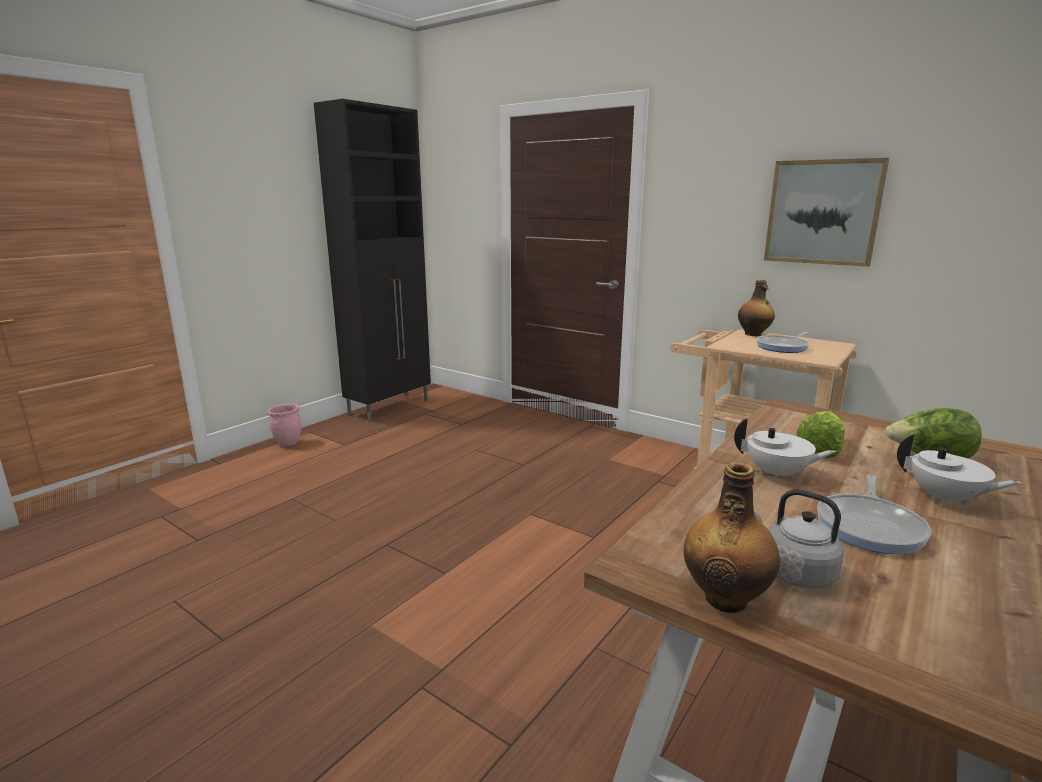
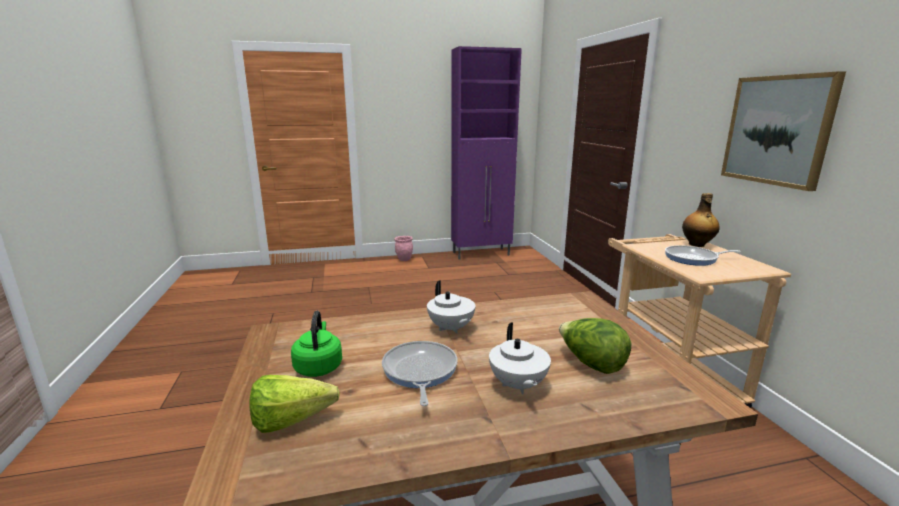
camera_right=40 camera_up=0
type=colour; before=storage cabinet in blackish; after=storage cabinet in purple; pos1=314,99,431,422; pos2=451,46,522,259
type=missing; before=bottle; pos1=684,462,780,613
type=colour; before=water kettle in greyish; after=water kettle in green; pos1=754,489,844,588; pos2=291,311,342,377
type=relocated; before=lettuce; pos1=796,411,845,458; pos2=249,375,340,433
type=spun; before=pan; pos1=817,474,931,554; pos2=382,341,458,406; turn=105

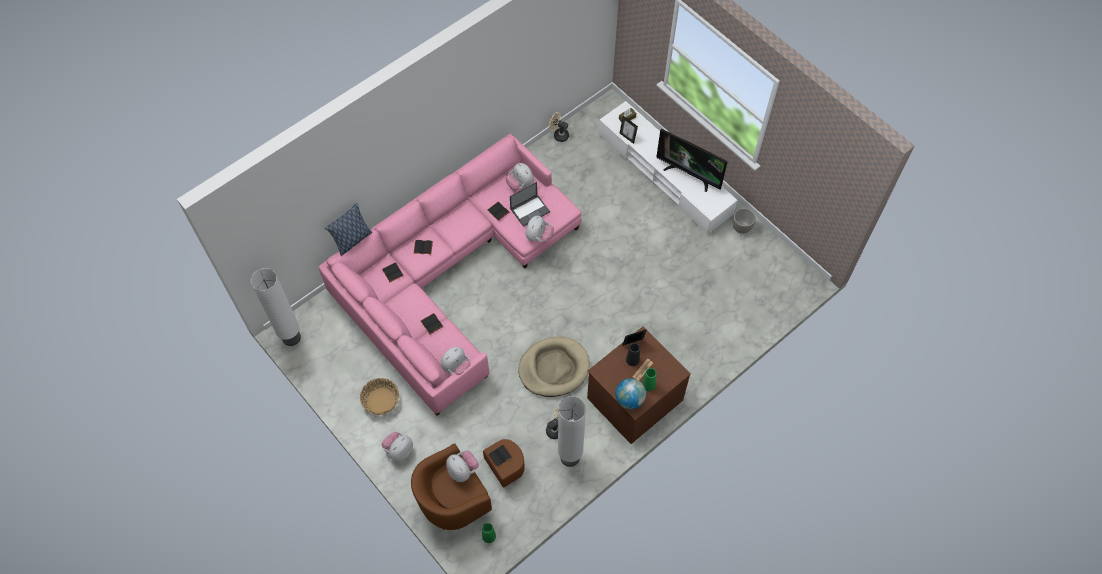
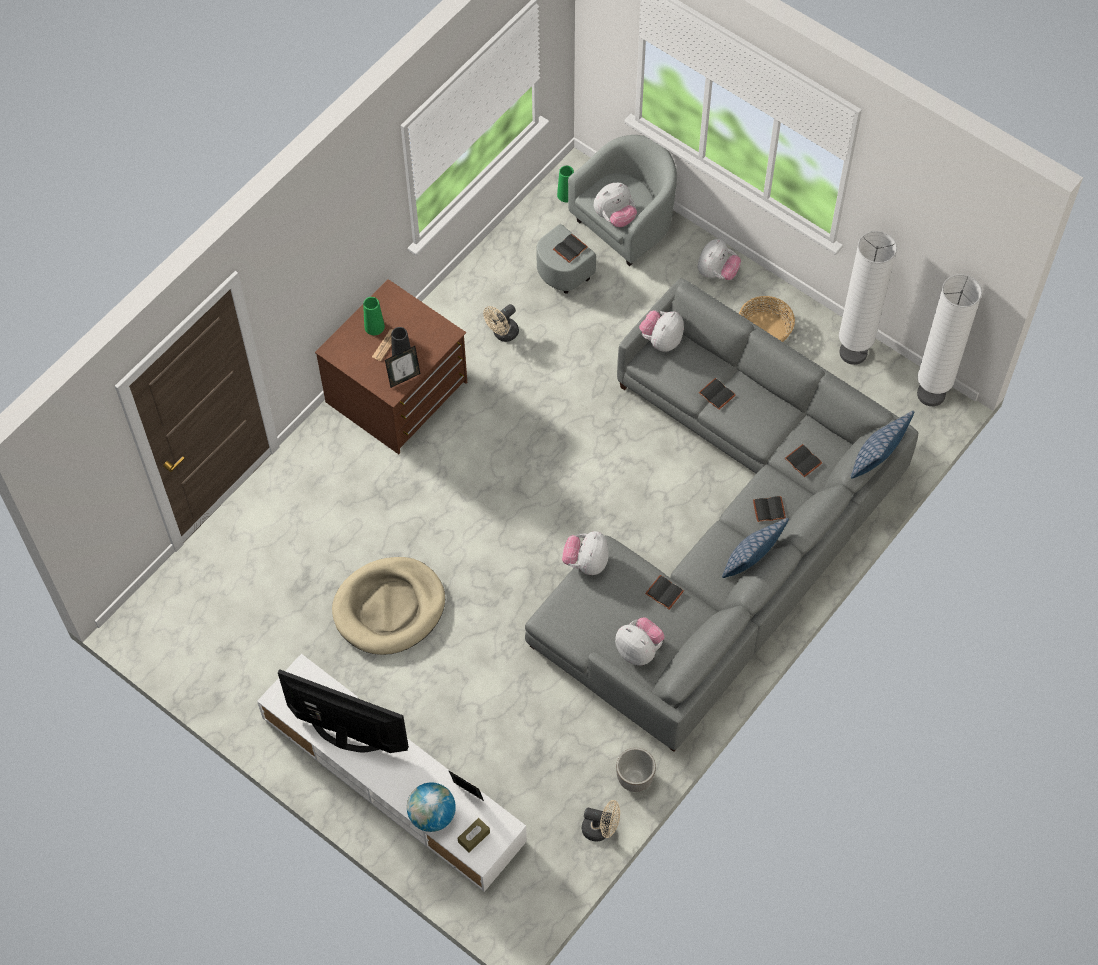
camera_right=170 camera_up=0
type=colour; before=settee in pink-coloured; after=settee in greyish; pos1=319,134,581,416; pos2=525,278,918,752
type=colour; before=easy chair in brown; after=easy chair in greyish; pos1=411,439,525,530; pos2=536,135,677,294
type=spun; before=soft toy; pos1=446,451,479,482; pos2=594,183,637,227; turn=-75
type=missing; before=notebook computer; pos1=510,182,550,227
type=relocated; before=dog bed in sand-coloured; pos1=518,336,590,397; pos2=332,557,445,655
type=relocated; before=floor lamp in white; pos1=558,396,586,467; pos2=839,231,897,365
type=relocated; before=globe; pos1=615,378,646,409; pos2=407,782,456,832
type=relocated; before=flower pot; pos1=733,208,756,234; pos2=616,748,656,792
type=appeared; after=throw pillow; pos2=722,518,789,578

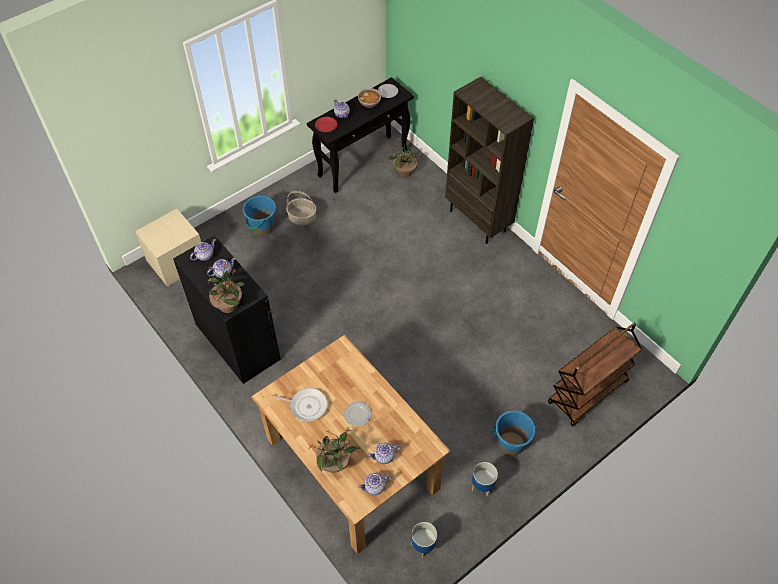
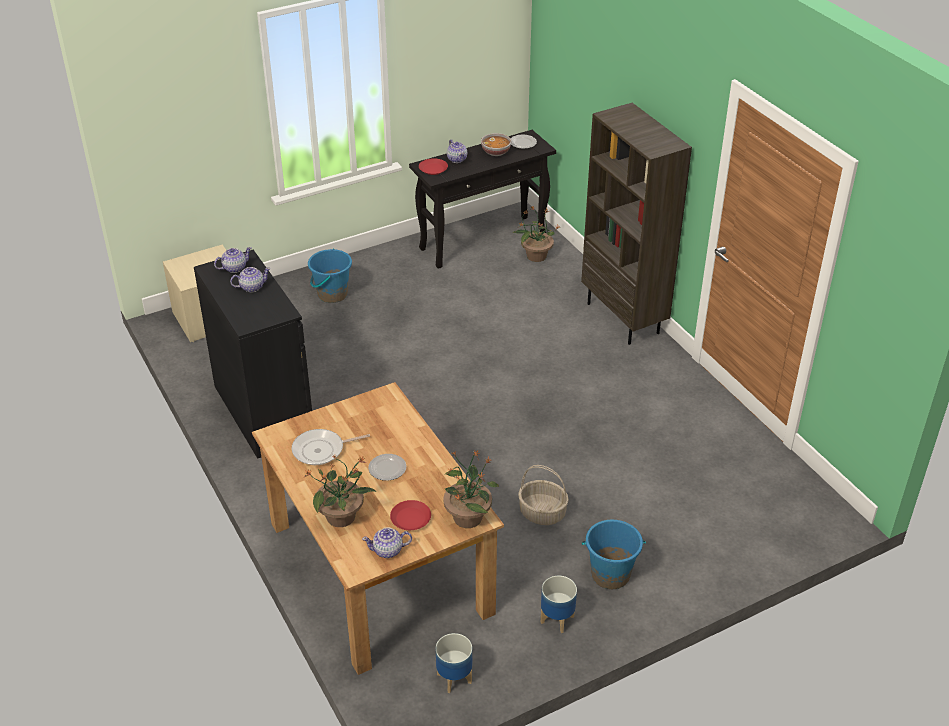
camera_right=10 camera_up=-15
type=relocated; before=houseplant; pos1=208,264,245,313; pos2=443,449,499,528
type=spun; before=pan; pos1=271,388,327,422; pos2=292,429,370,465; turn=135
type=relocated; before=basket; pos1=286,191,317,226; pos2=518,465,569,525
type=exchanged; before=tea pot; after=plate in red; pos1=368,443,401,464; pos2=390,500,431,530
type=missing; before=wheeled cart in brown; pos1=548,323,642,426

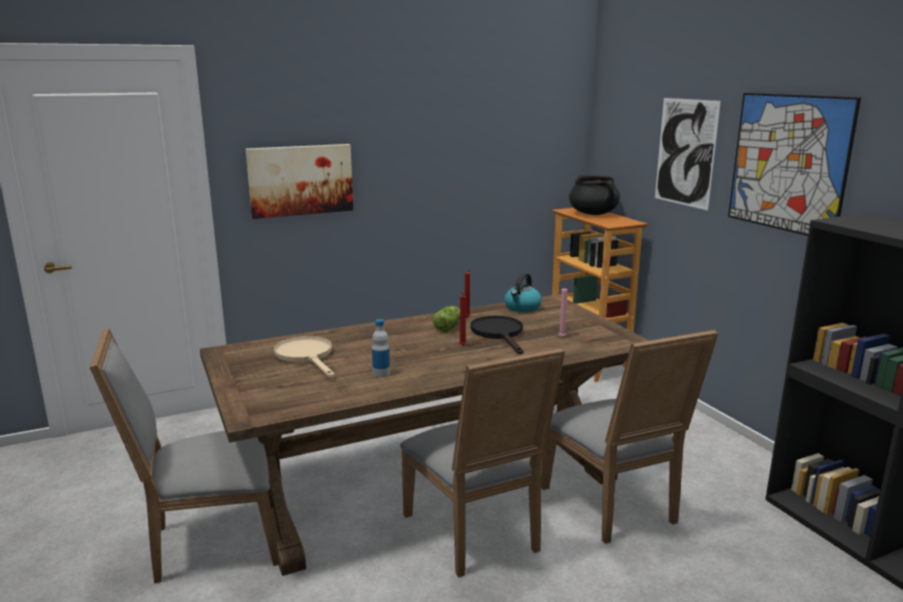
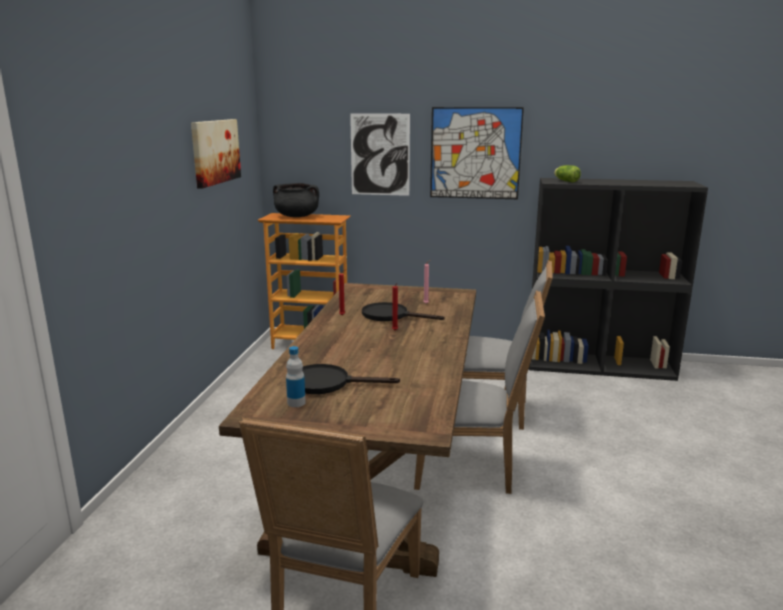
camera_right=-55 camera_up=0
type=relocated; before=picture; pos1=246,144,353,219; pos2=191,119,241,189
type=colour; before=pan in sand-coloured; after=pan in blackish; pos1=274,336,335,378; pos2=302,364,400,394
type=relocated; before=bottle; pos1=372,319,390,377; pos2=286,346,306,407
type=relocated; before=lettuce; pos1=433,306,460,332; pos2=554,165,581,183
type=missing; before=water kettle; pos1=504,273,542,312

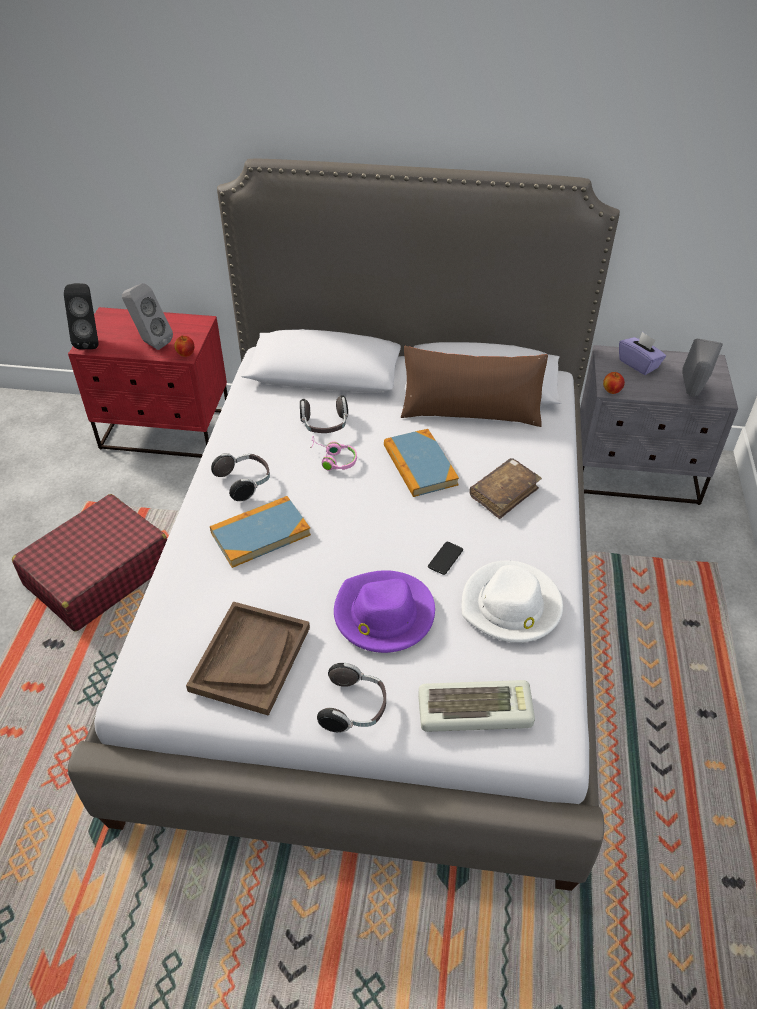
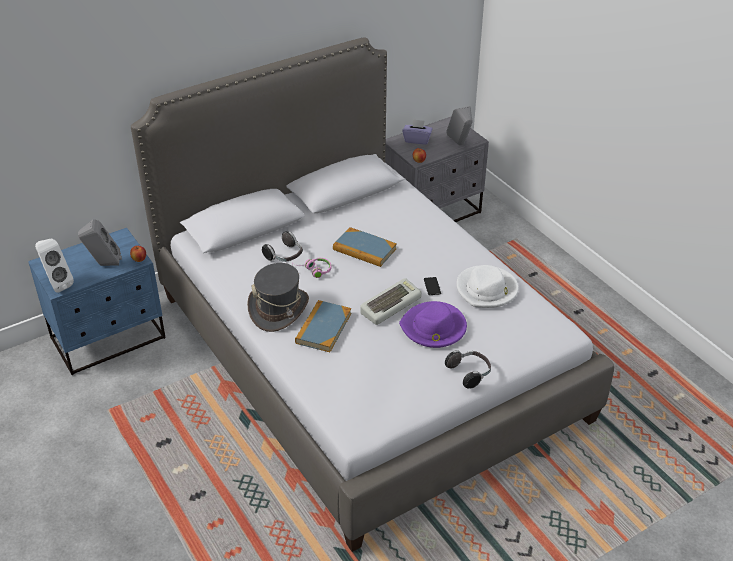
camera_right=-40 camera_up=-5
type=missing; before=suitcase in red; pos1=12,494,167,631
type=colour; before=loudspeaker in blackish; after=loudspeaker in white; pos1=64,283,98,350; pos2=35,238,74,293
type=colour; before=bedside table in red; after=bedside table in blue-coloured; pos1=68,307,228,458; pos2=28,228,165,375
type=missing; before=serving tray in brown; pos1=186,602,310,716
type=exchanged; before=pair of headphones; after=clothing hat in greyish; pos1=211,453,270,501; pos2=247,263,309,332
type=missing; before=throw pillow in brown; pos1=401,346,548,427
type=relocated; before=keyboard; pos1=418,680,535,732; pos2=360,278,422,325
type=missing; before=bound book in brown; pos1=470,458,542,519

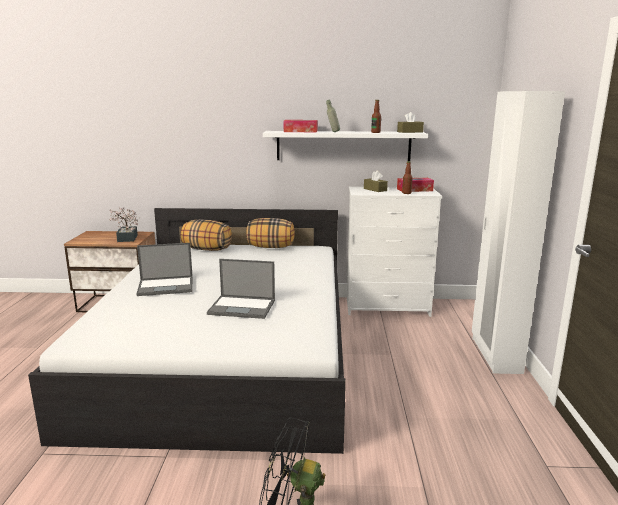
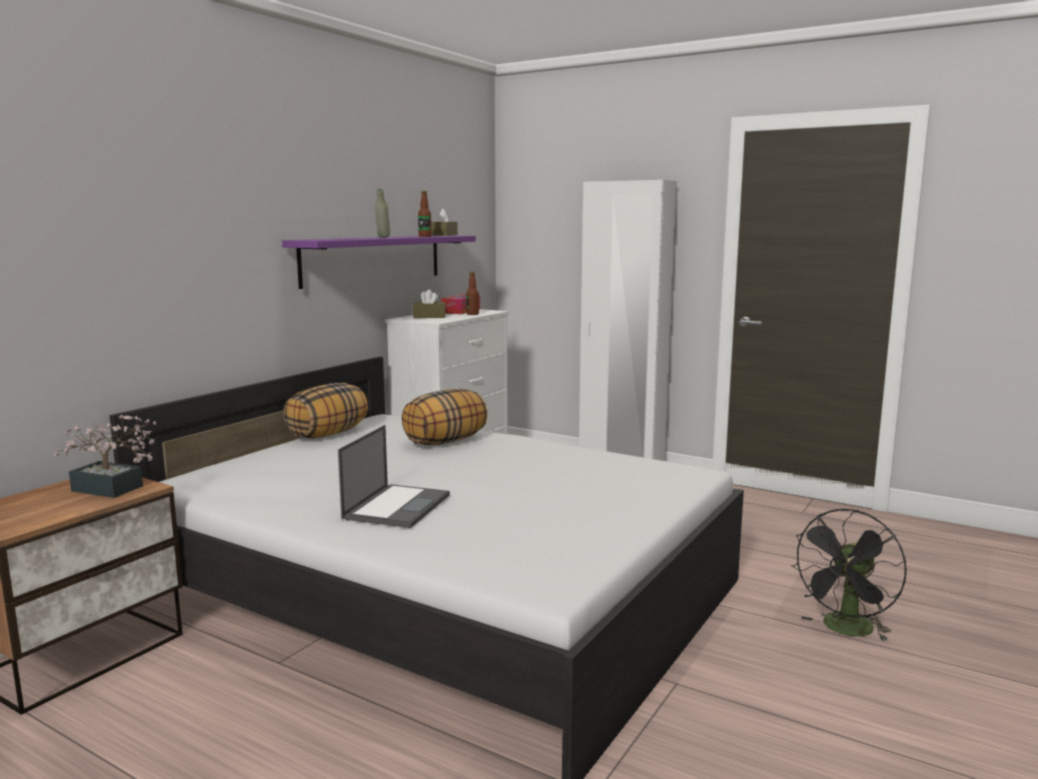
camera_right=-60 camera_up=-5
type=relocated; before=throw pillow; pos1=181,219,232,251; pos2=402,389,488,445
type=missing; before=notebook computer; pos1=207,259,275,319
type=colour; before=wall shelf in white; after=wall shelf in purple; pos1=263,131,428,161; pos2=282,235,476,289
type=missing; before=box of tissues; pos1=284,120,318,132

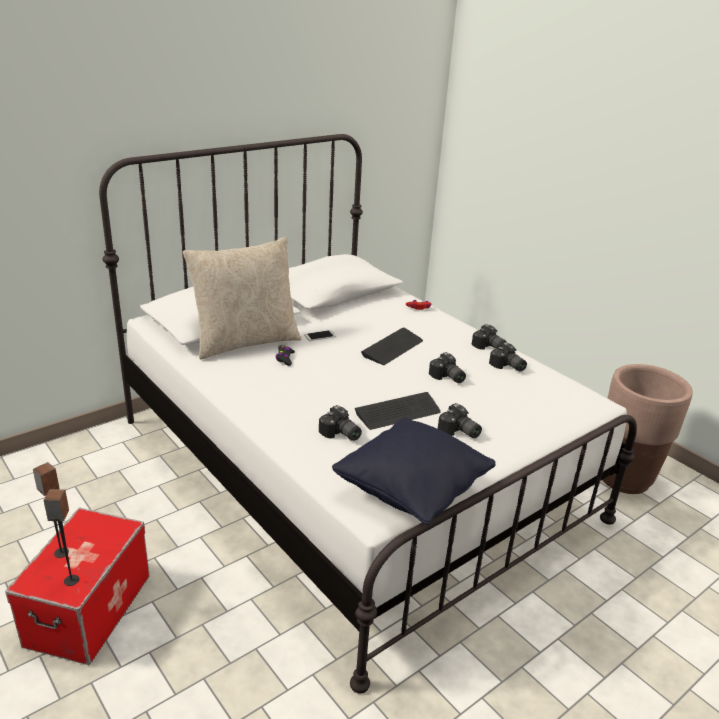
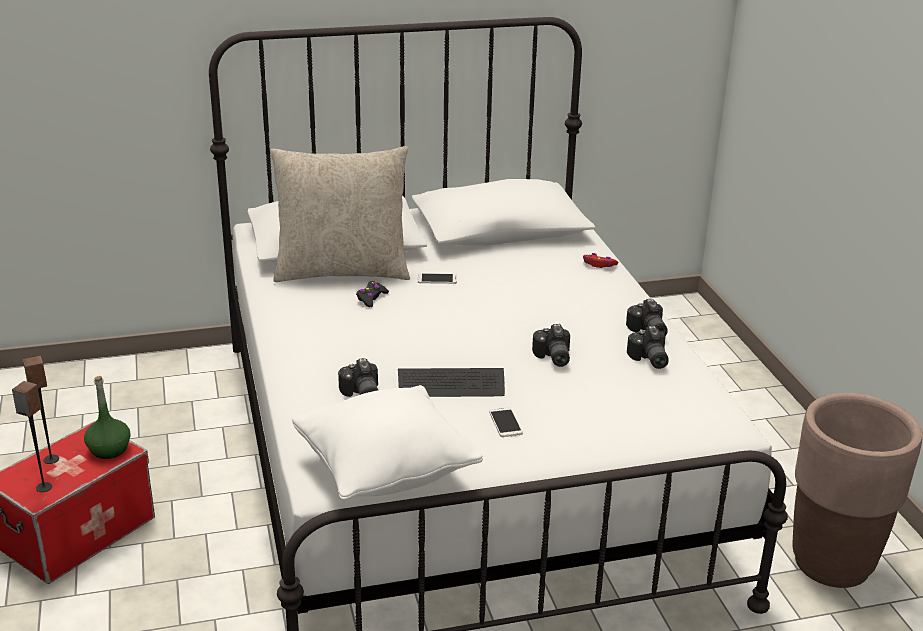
camera_right=25 camera_up=0
type=colour; before=throw pillow in blackish; after=throw pillow in white; pos1=332,417,496,525; pos2=292,385,483,501
type=missing; before=keyboard; pos1=361,328,423,365
type=exchanged; before=still camera; after=telephone; pos1=438,403,482,438; pos2=489,407,523,437
type=appeared; after=bottle in green; pos2=84,376,131,459

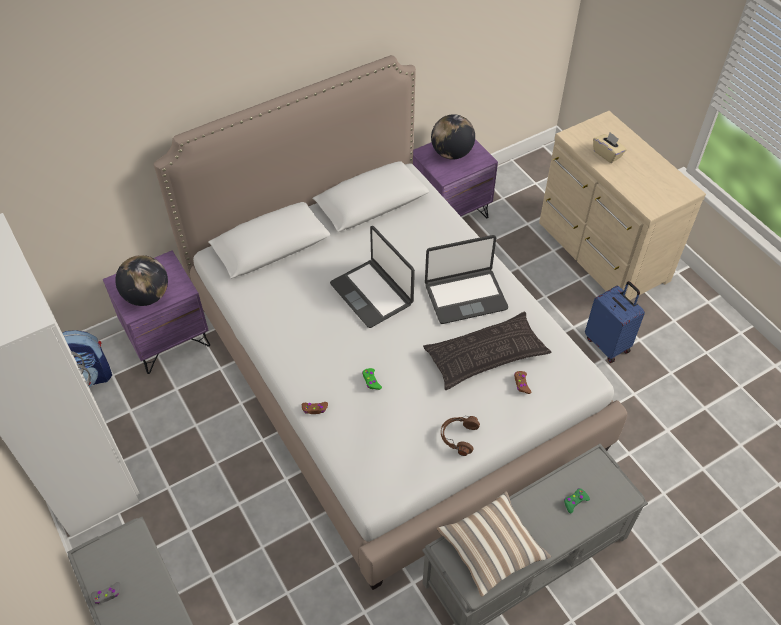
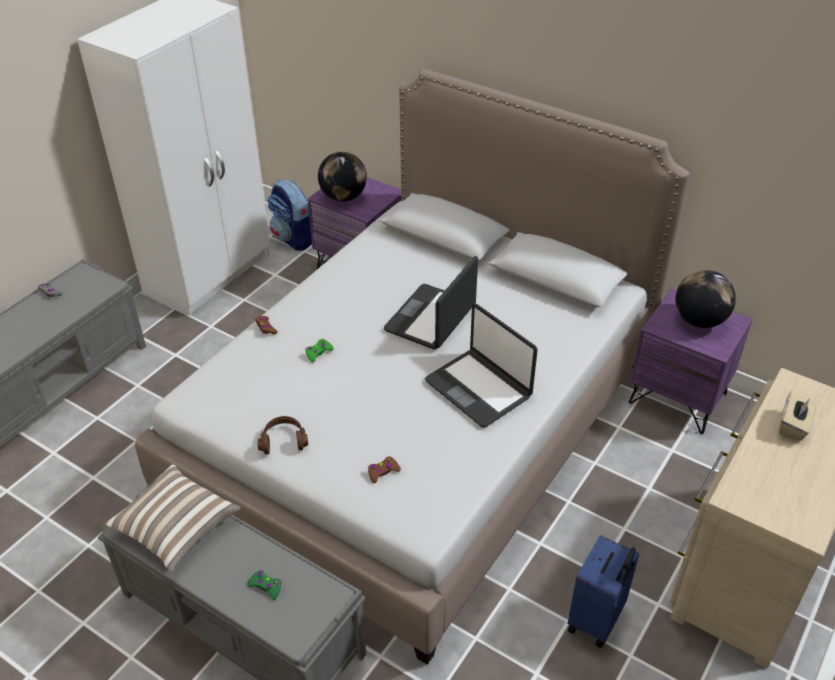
camera_right=65 camera_up=-10
type=missing; before=throw pillow; pos1=423,312,551,390

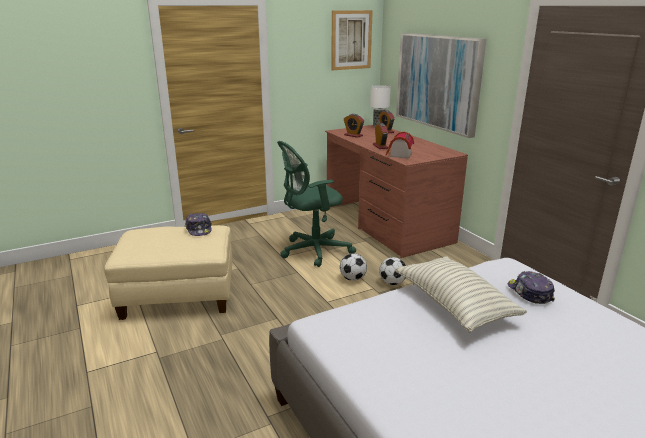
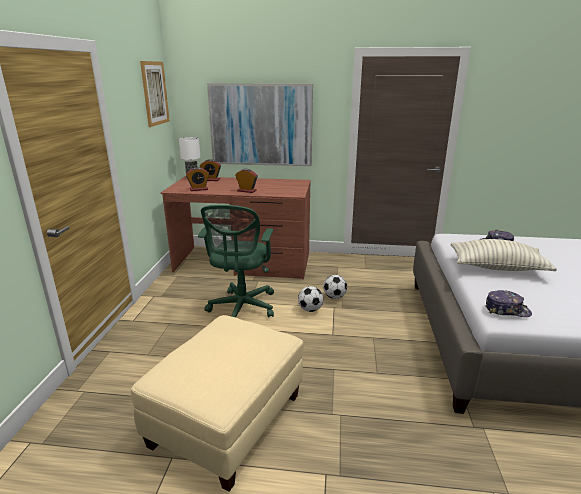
camera_right=-55 camera_up=0
type=relocated; before=baseball cap; pos1=185,213,212,236; pos2=485,290,532,317
type=missing; before=toy house; pos1=386,132,414,159

